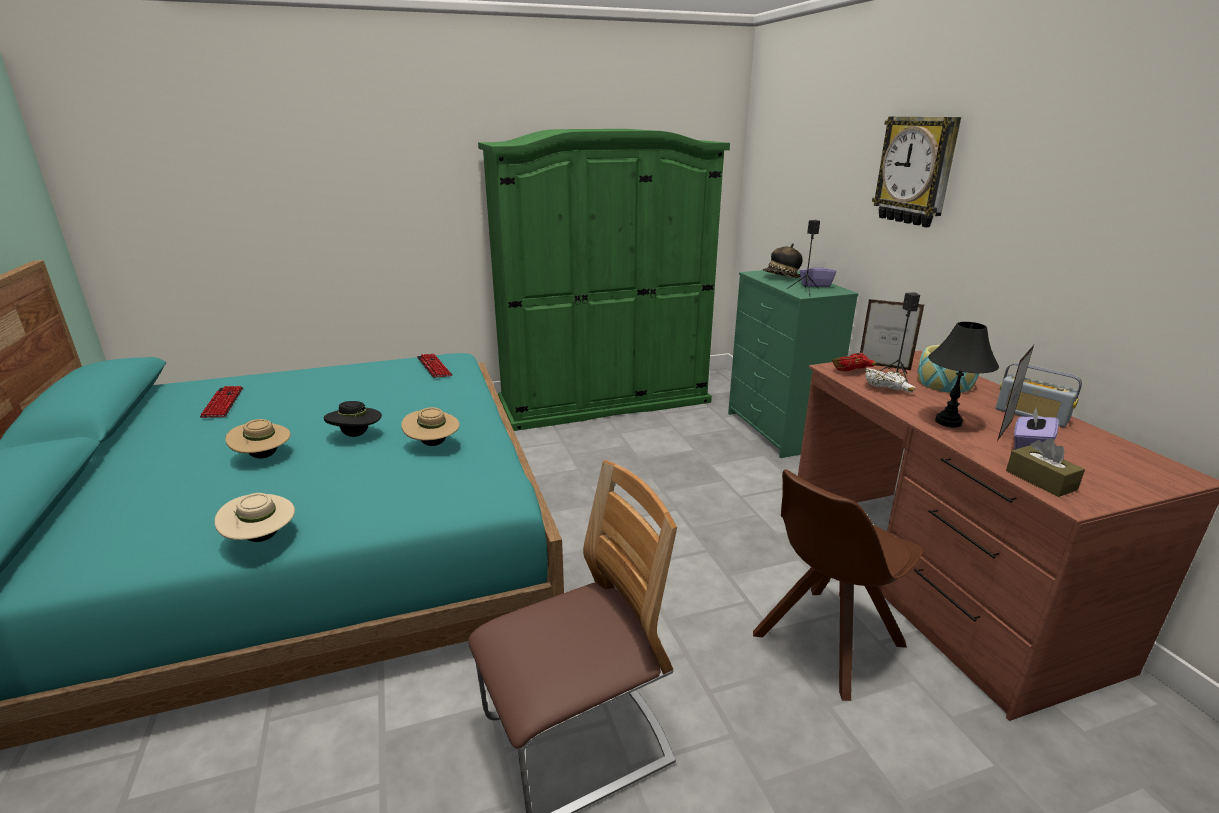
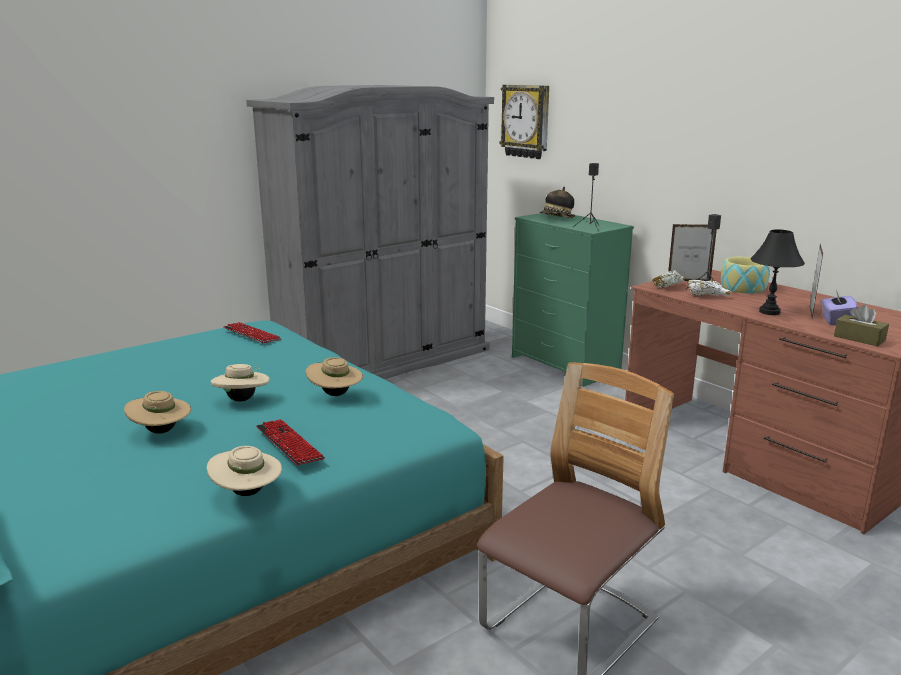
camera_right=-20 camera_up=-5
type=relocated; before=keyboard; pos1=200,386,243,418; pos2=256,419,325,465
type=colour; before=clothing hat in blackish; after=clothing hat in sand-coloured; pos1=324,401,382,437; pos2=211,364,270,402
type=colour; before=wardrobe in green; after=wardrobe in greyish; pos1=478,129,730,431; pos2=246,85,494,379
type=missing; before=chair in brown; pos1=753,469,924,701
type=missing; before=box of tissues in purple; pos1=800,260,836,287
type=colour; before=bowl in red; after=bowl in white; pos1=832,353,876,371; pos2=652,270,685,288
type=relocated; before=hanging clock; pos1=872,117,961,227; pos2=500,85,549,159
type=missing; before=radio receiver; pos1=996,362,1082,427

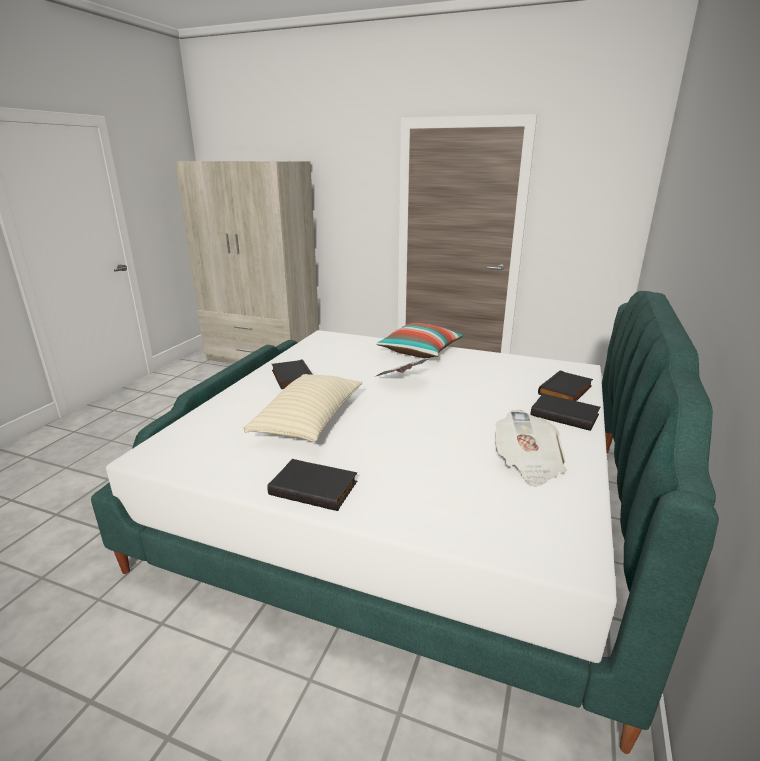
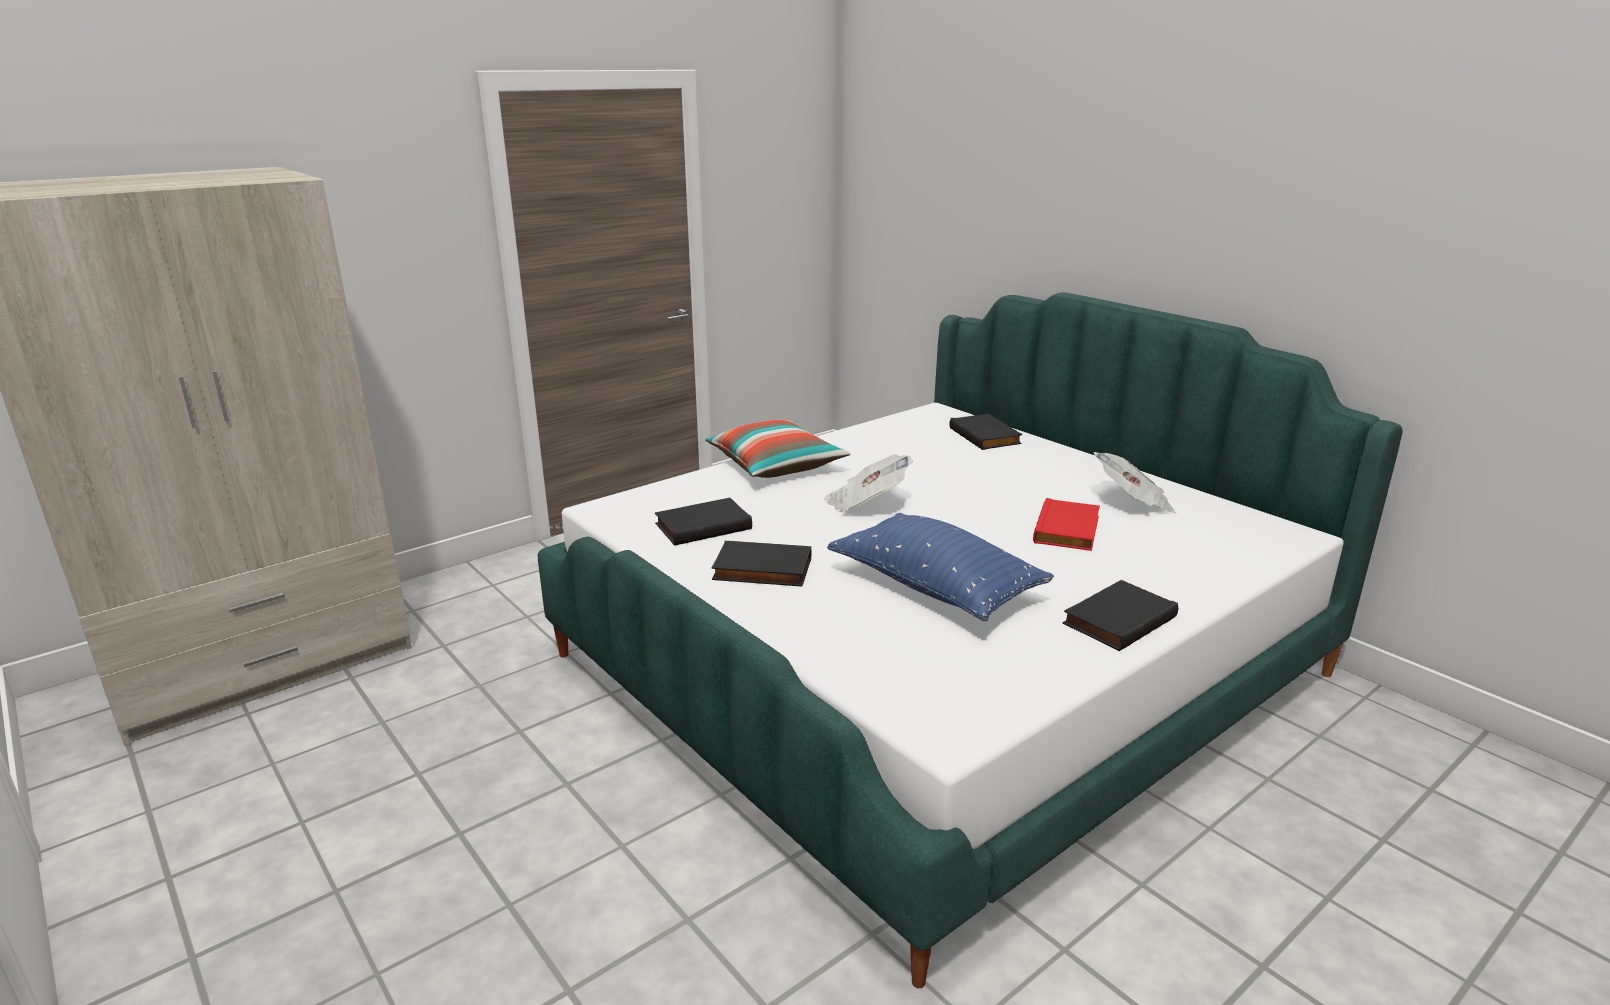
camera_right=-60 camera_up=0
type=colour; before=throw pillow in sand-coloured; after=throw pillow in blue-coloured; pos1=244,374,362,442; pos2=827,513,1054,621
type=relocated; before=bound book in blackish; pos1=531,393,601,431; pos2=655,498,752,546
type=appeared; after=bound book in red; pos2=1033,498,1100,551

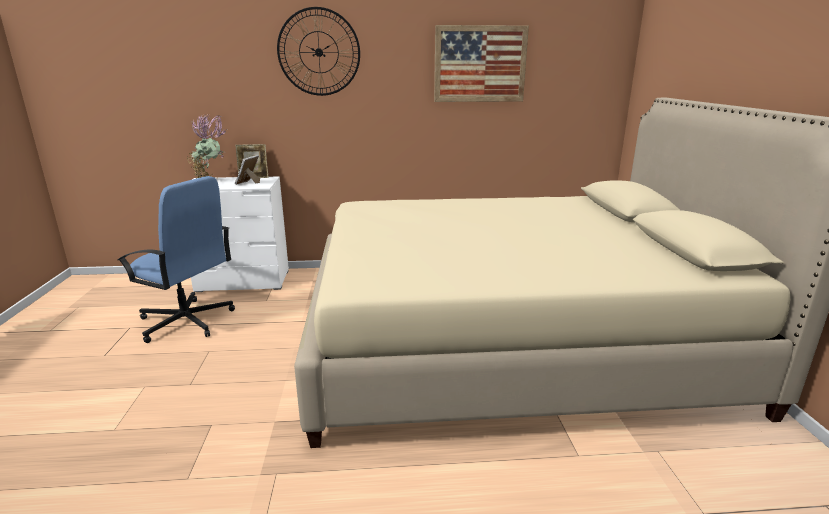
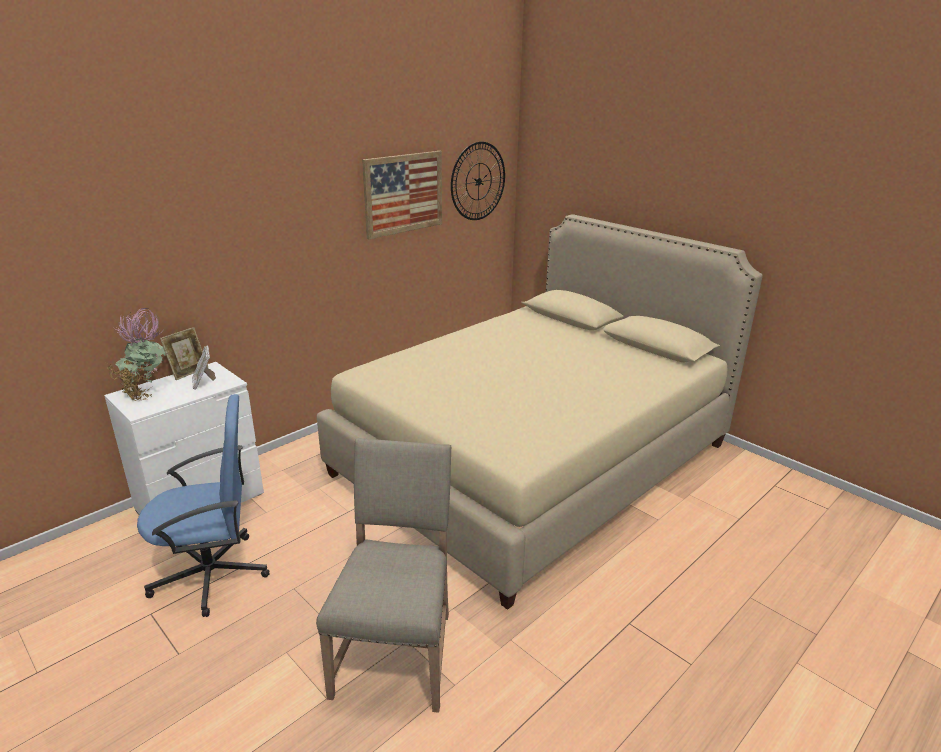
camera_right=-40 camera_up=5
type=relocated; before=hanging clock; pos1=277,7,360,96; pos2=451,142,505,220
type=appeared; after=chair in sand-coloured; pos2=316,438,451,713

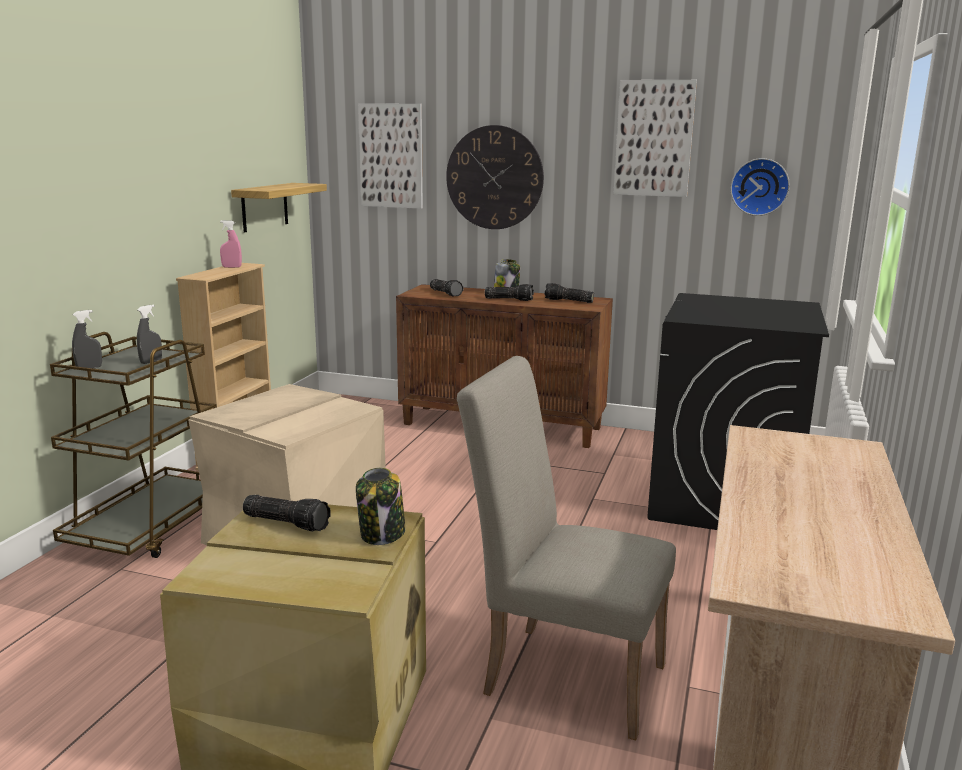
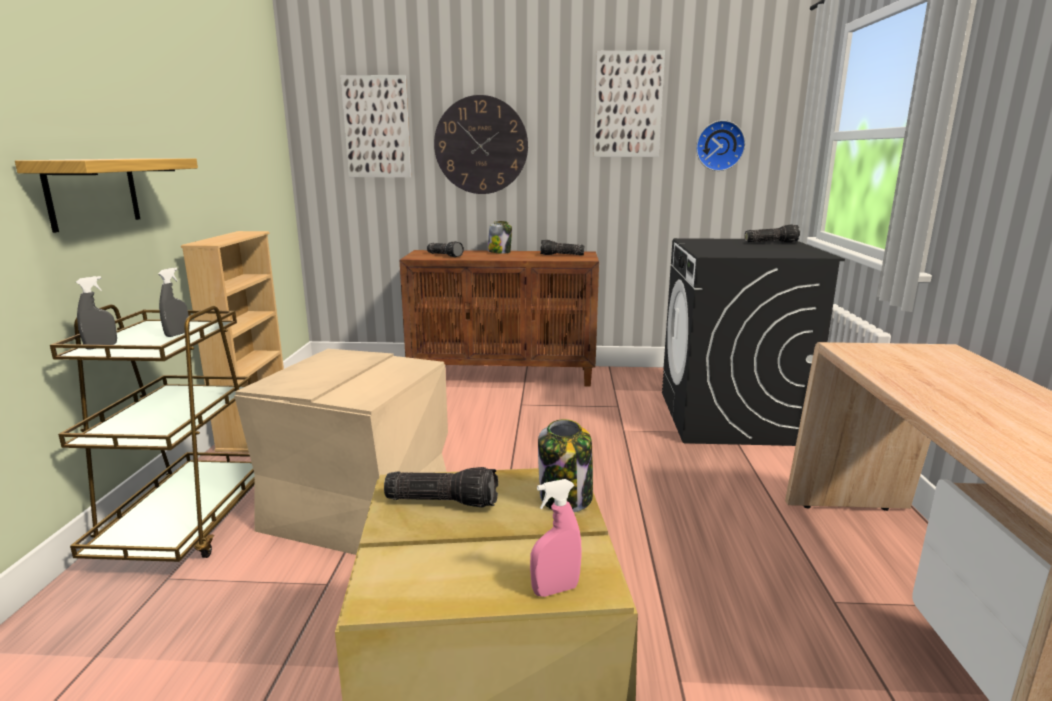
camera_right=-15 camera_up=0
type=relocated; before=spray bottle in pink-coloured; pos1=220,220,242,268; pos2=530,479,582,597
type=relocated; before=wall shelf; pos1=231,183,327,233; pos2=15,158,198,233
type=missing; before=chair in sand-coloured; pos1=457,356,676,741
type=relocated; before=torch; pos1=485,284,534,301; pos2=744,224,800,243

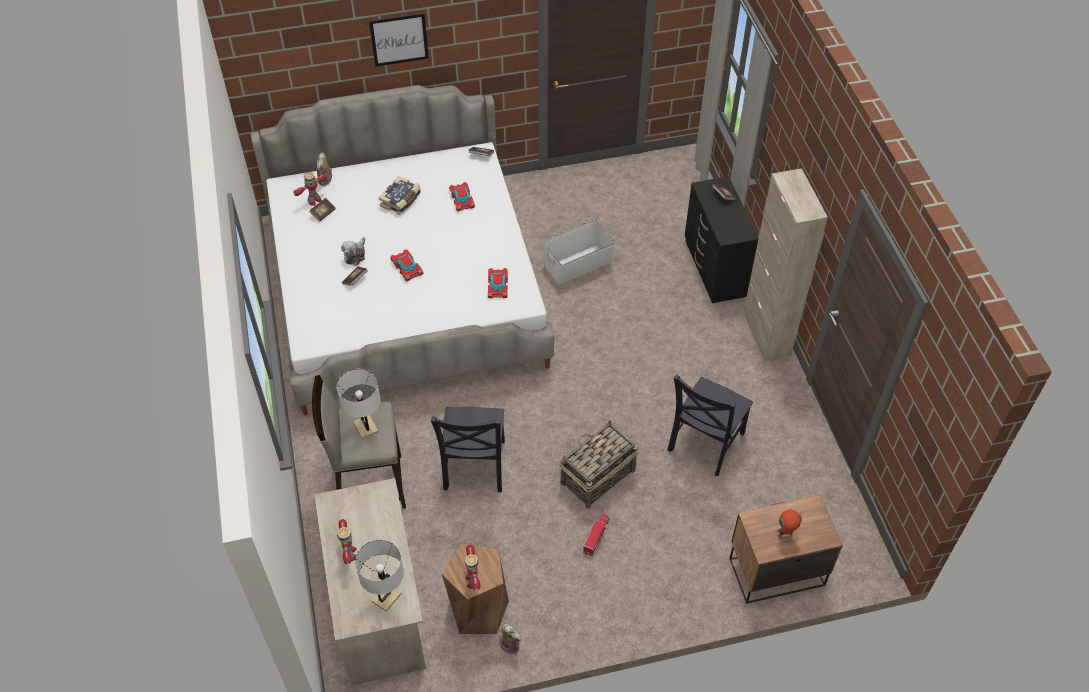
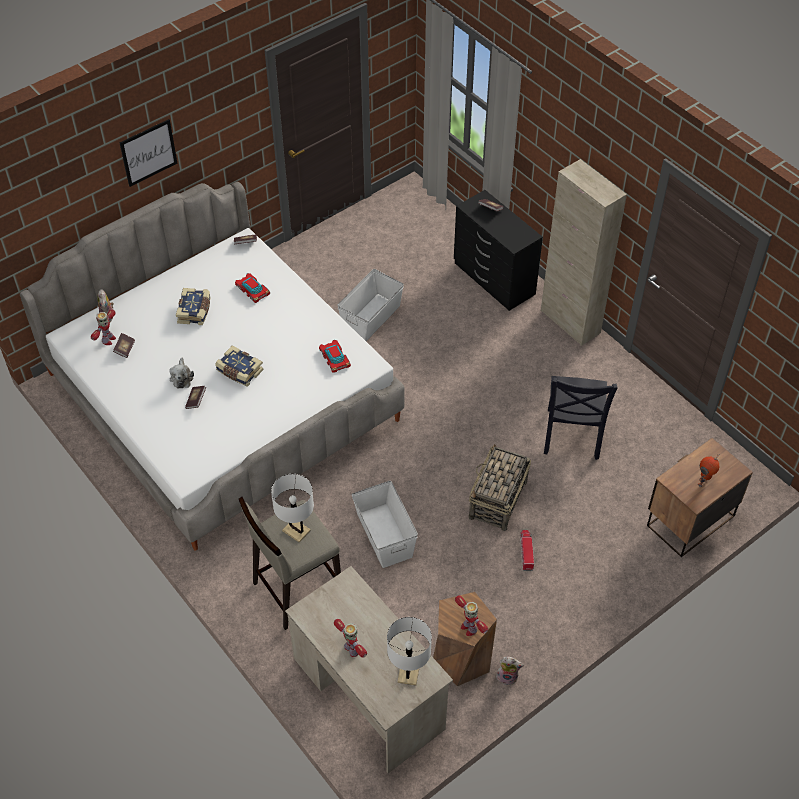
camera_right=-25 camera_up=0
type=exchanged; before=toy car; after=bound book; pos1=390,250,423,281; pos2=215,346,264,387
type=exchanged; before=chair in blackish; after=storage box in white; pos1=431,407,505,493; pos2=352,481,418,568

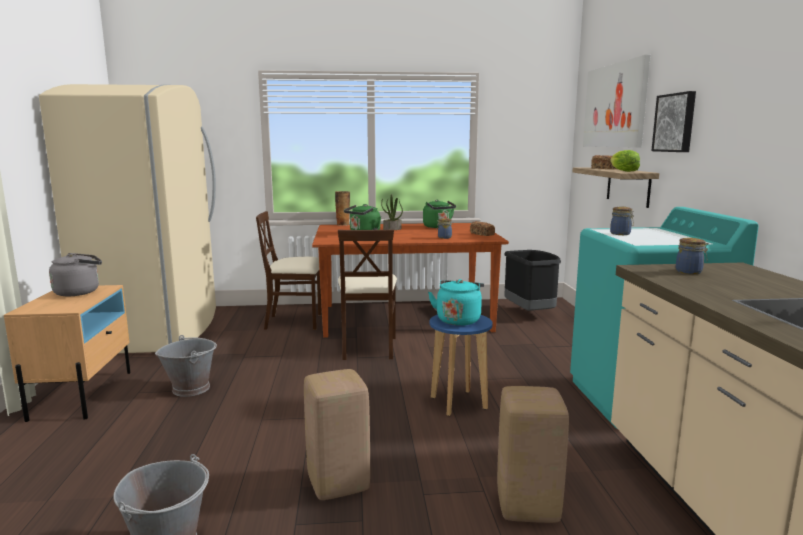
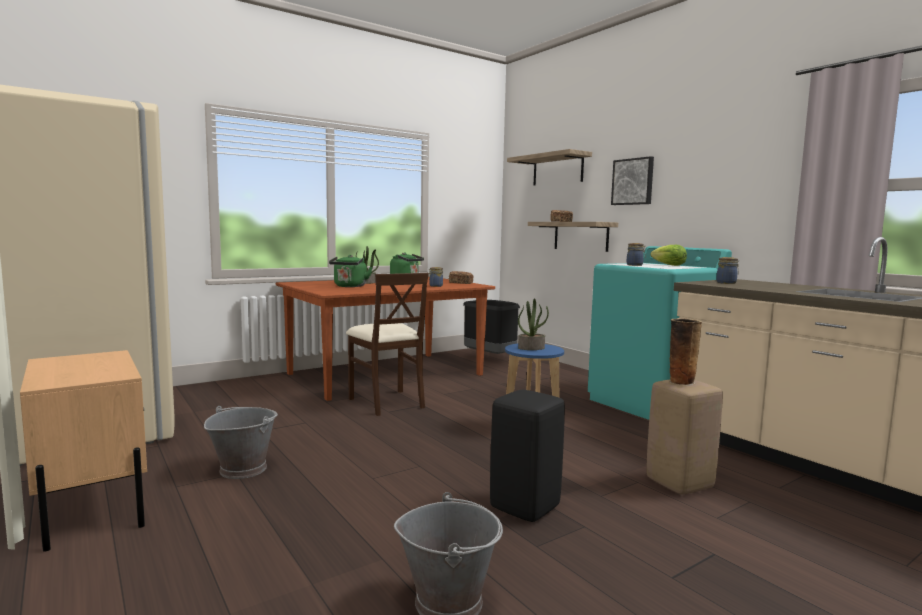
camera_right=-30 camera_up=-5
type=missing; before=water kettle in greyish; pos1=49,253,102,296
type=missing; before=chair in sand-coloured; pos1=256,211,322,330
type=colour; before=stool in sand-coloured; after=stool in blackish; pos1=304,369,370,500; pos2=490,390,565,522
type=relocated; before=decorative vase; pos1=335,191,350,226; pos2=670,318,702,386
type=exchanged; before=water kettle in turquoise-coloured; after=houseplant; pos1=428,279,484,326; pos2=518,298,549,350
type=exchanged; before=picture; after=wall shelf; pos1=583,55,651,148; pos2=507,149,592,185
type=relocated; before=lettuce; pos1=610,150,640,172; pos2=650,245,687,266

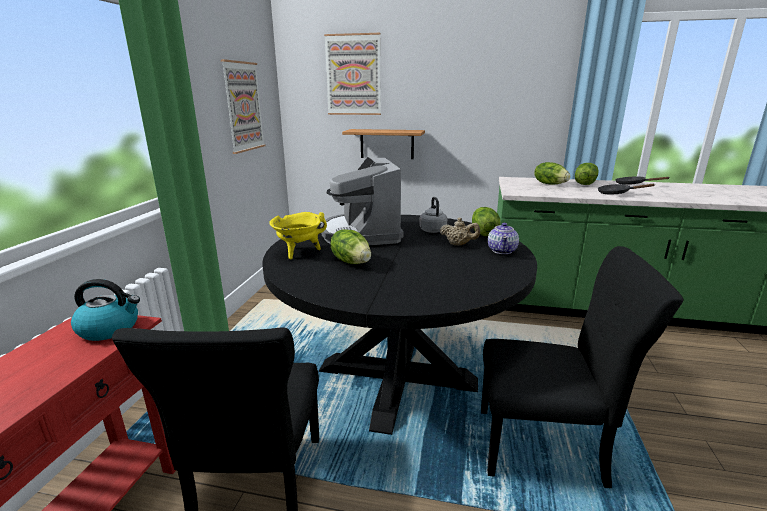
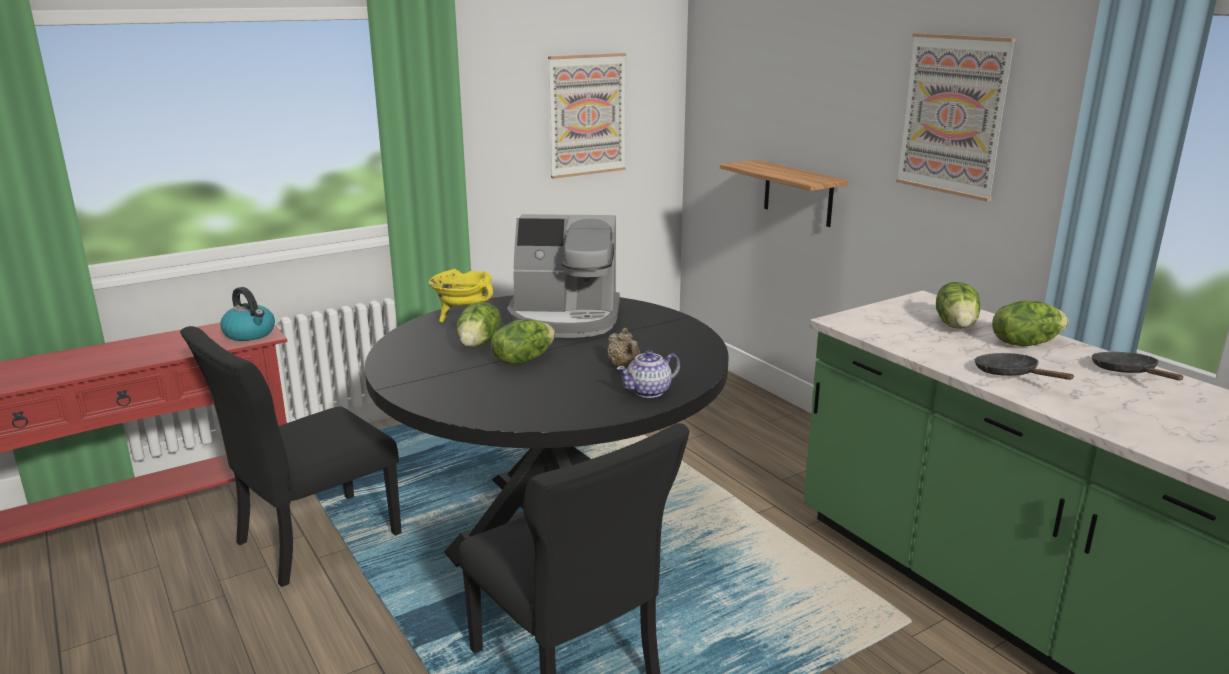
camera_right=45 camera_up=0
type=spun; before=coffee brewer; pos1=320,157,403,245; pos2=507,214,620,338; turn=-120
type=relocated; before=picture; pos1=324,33,381,115; pos2=896,33,1016,202
type=missing; before=water kettle in greyish; pos1=419,197,447,233
type=relocated; before=lettuce; pos1=472,207,501,236; pos2=491,319,555,364

